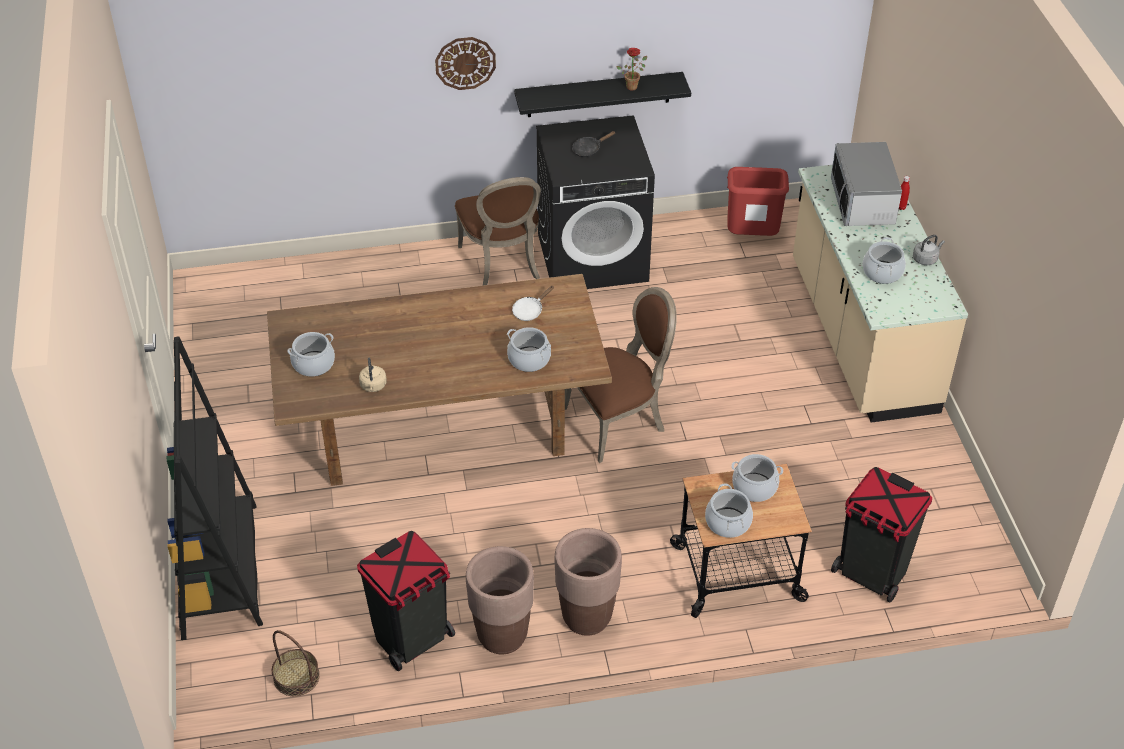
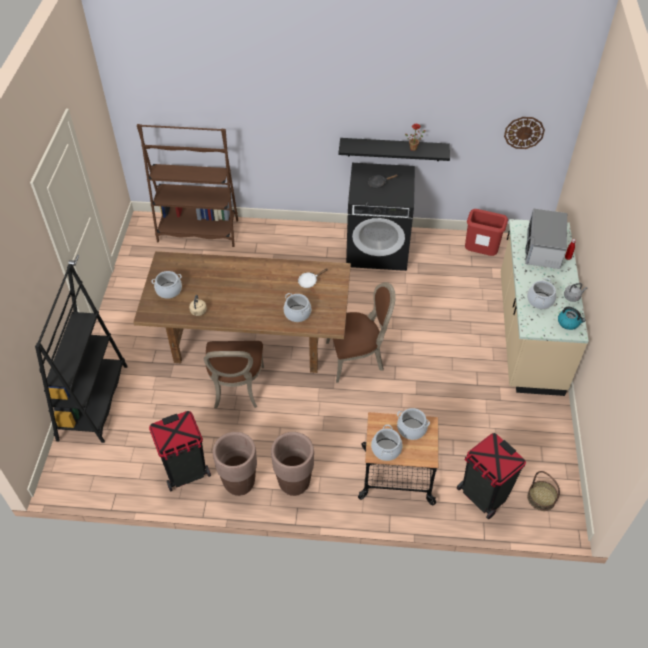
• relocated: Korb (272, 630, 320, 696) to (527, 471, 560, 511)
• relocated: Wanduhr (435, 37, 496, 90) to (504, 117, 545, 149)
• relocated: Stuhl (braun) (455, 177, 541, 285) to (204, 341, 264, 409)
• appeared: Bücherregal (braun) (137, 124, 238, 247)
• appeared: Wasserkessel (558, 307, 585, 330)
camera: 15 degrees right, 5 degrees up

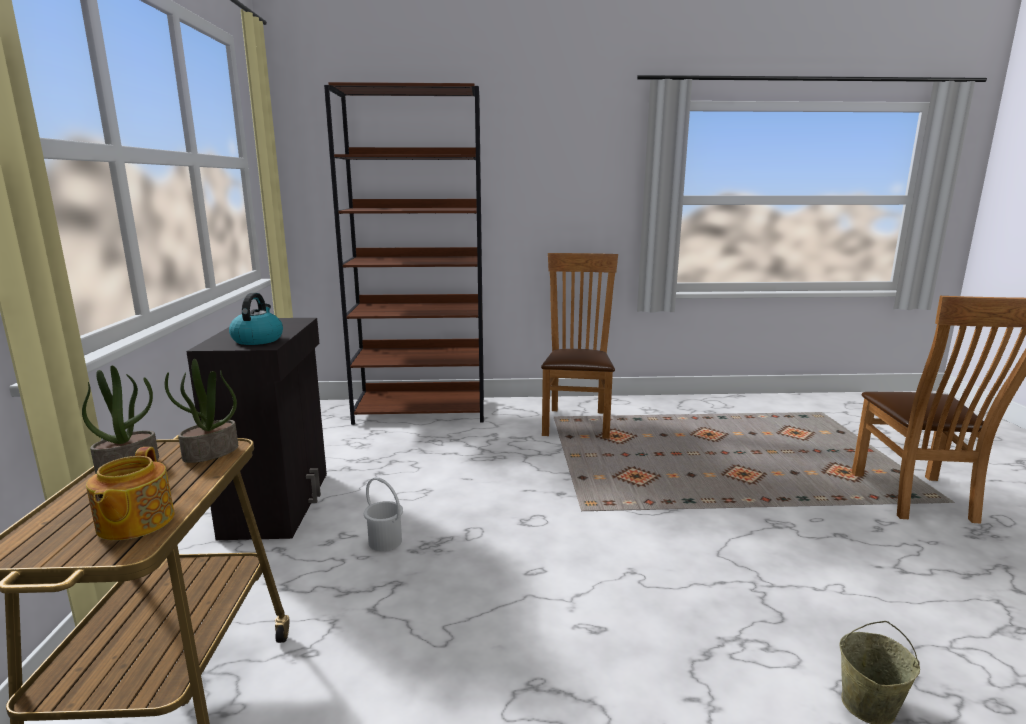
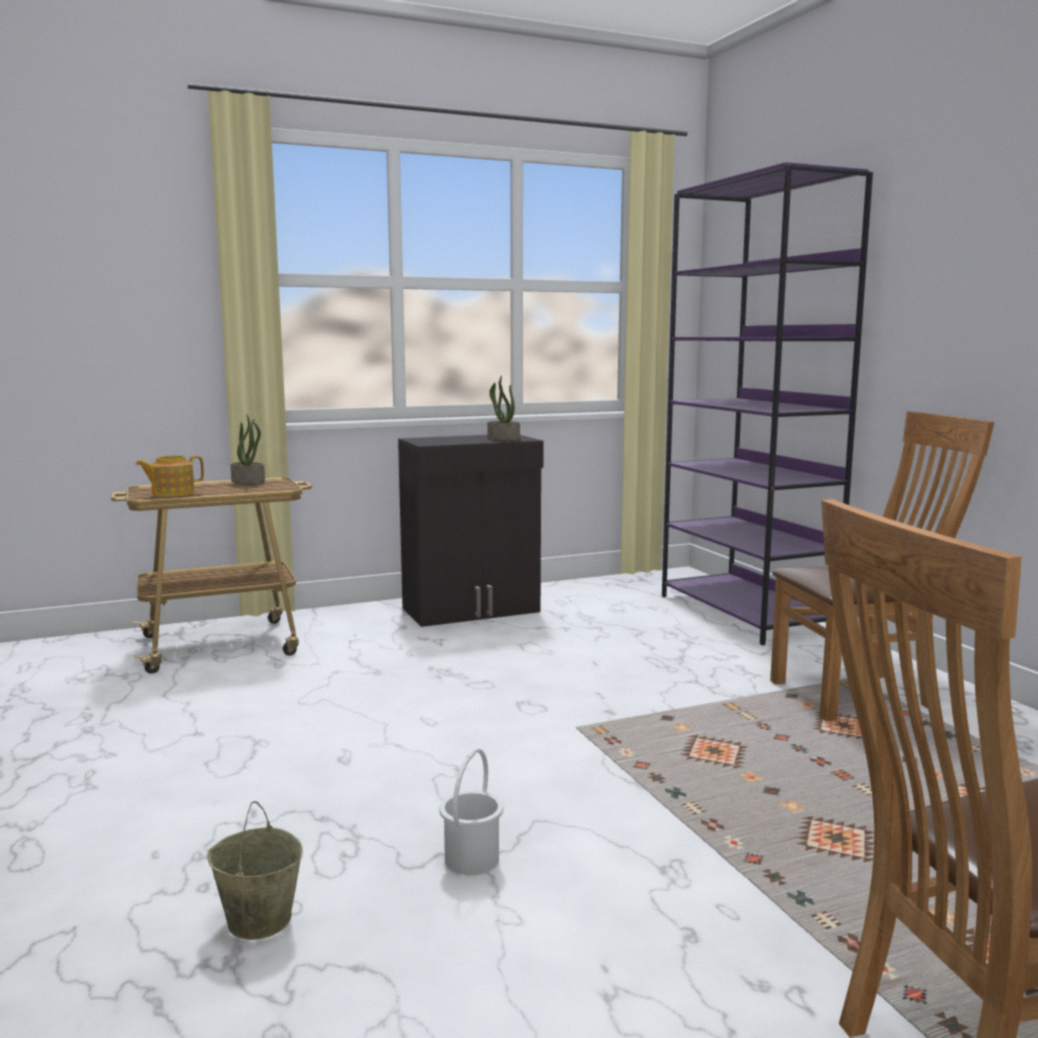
• relocated: Topfpflanze (165, 359, 239, 463) to (487, 376, 520, 440)
• missing: Wasserkessel (229, 293, 283, 345)
• colour: Bücherregal (braun) (324, 82, 484, 425) to Bücherregal (lila) (662, 162, 873, 645)
• relocated: Eimer (weiß) (364, 478, 403, 551) to (439, 748, 503, 876)
camera: 70 degrees right, 5 degrees down

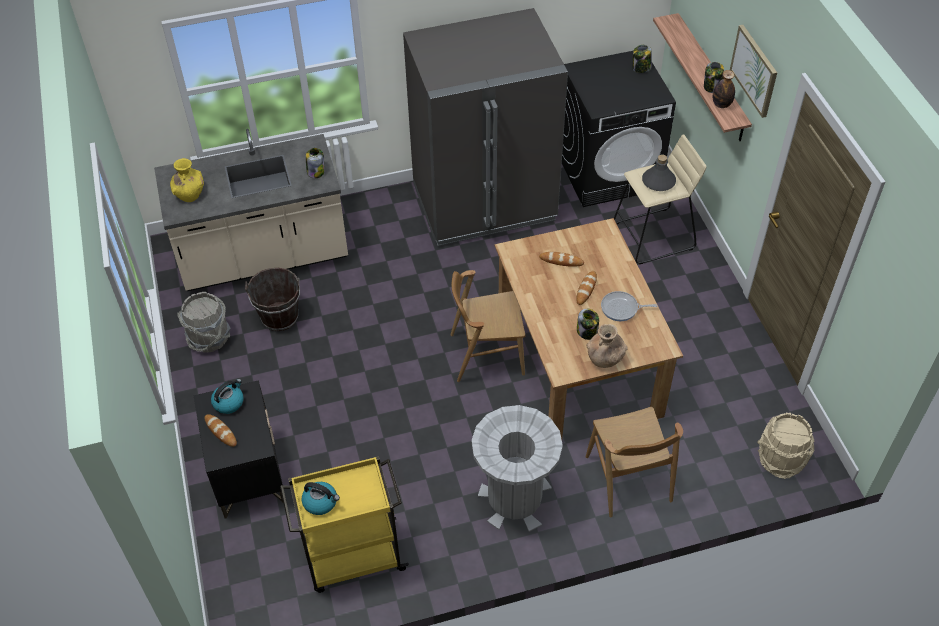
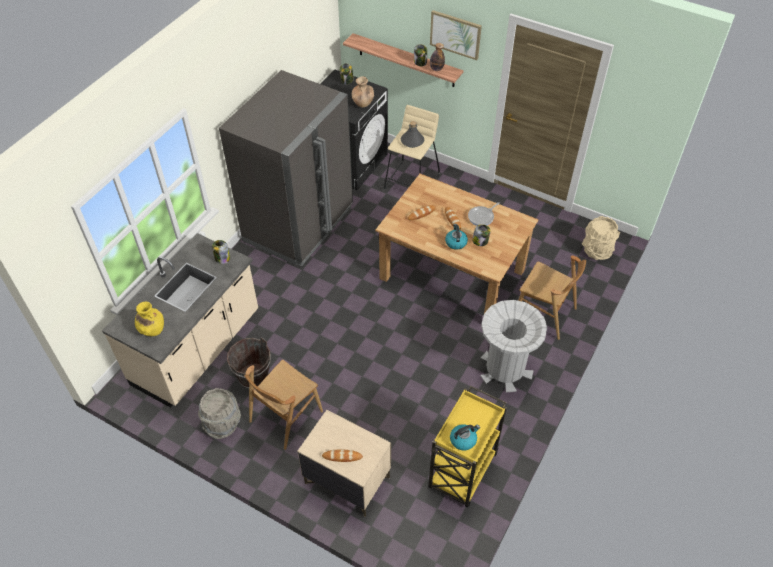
• colour: Nachttisch (schwarz) (194, 380, 283, 519) to Nachttisch (beige) (297, 410, 391, 517)
• relocated: Wasserkessel (211, 379, 244, 414) to (445, 224, 468, 250)
• relocated: Stuhl (braun) (450, 270, 525, 382) to (244, 360, 323, 450)
• relocated: Vase (braun) (587, 324, 628, 368) to (352, 76, 374, 108)
camera: 45 degrees left, 0 degrees up

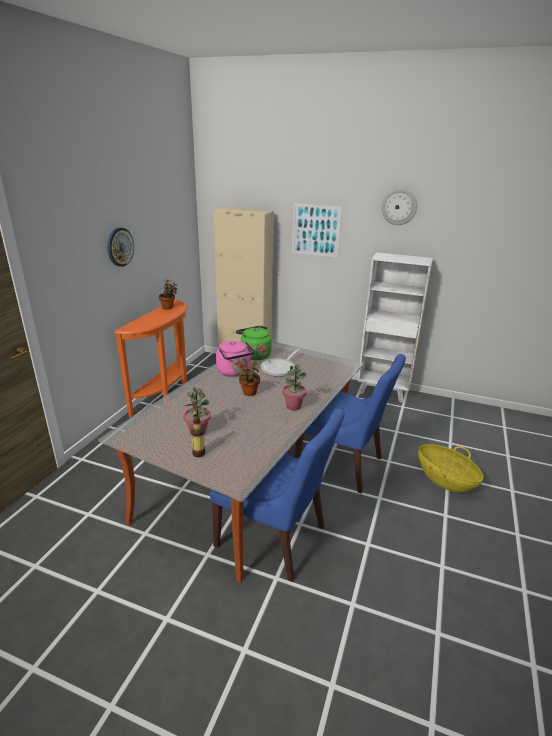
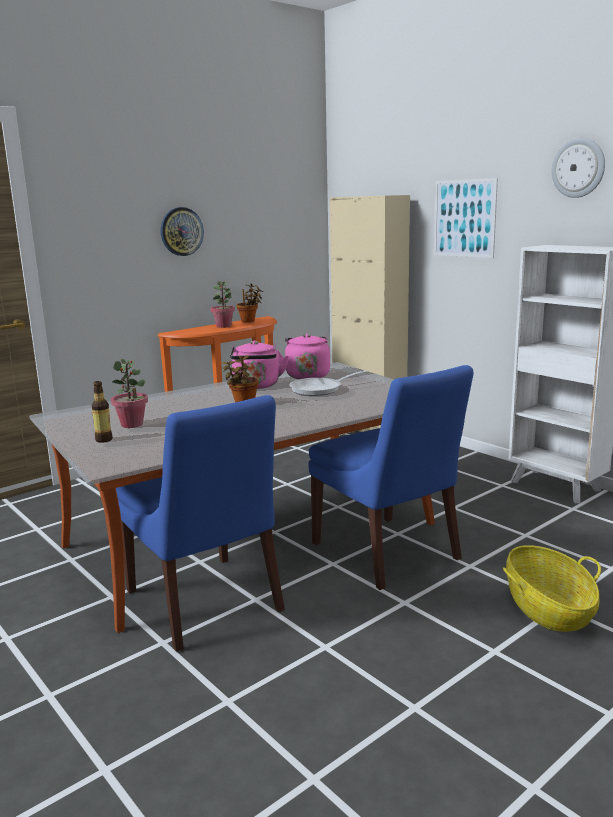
• colour: Wasserkessel (grün) (236, 326, 272, 360) to Wasserkessel (rosa) (276, 333, 330, 379)
• relocated: Topfpflanze (282, 364, 308, 411) to (211, 281, 235, 328)
camera: 30 degrees right, 10 degrees down

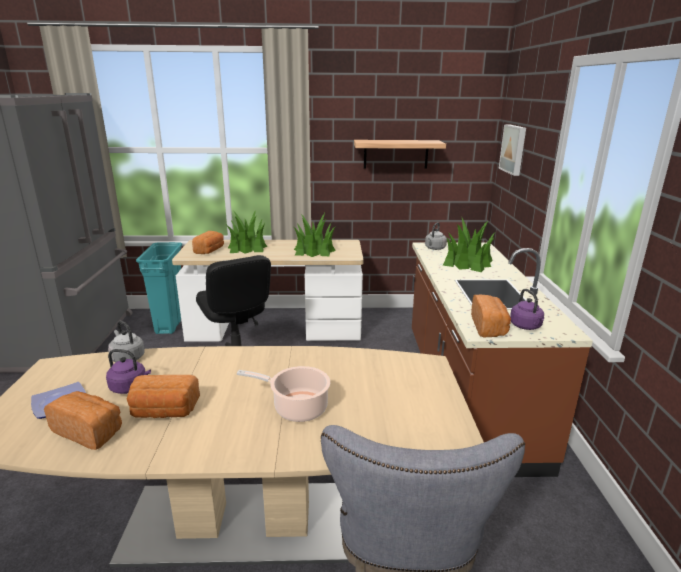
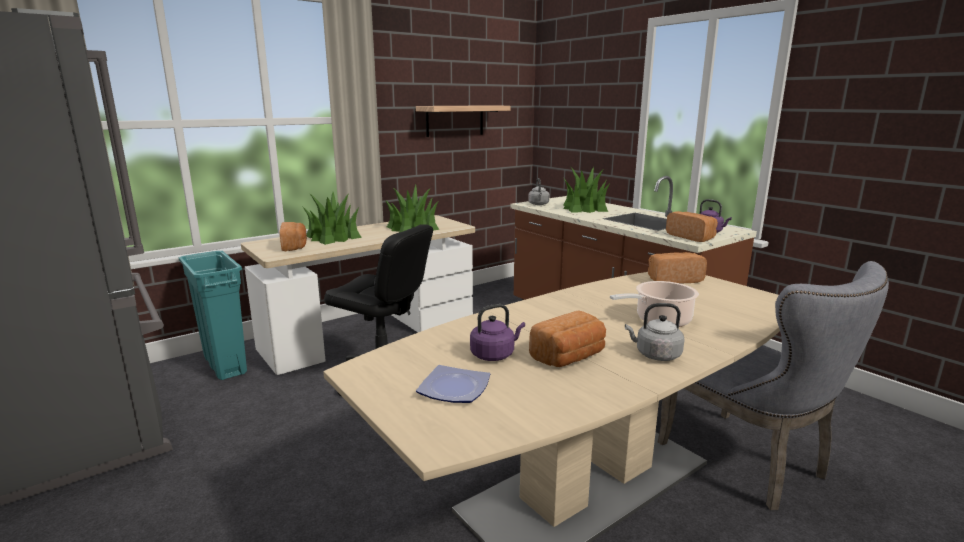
• relocated: Brot (44, 391, 122, 450) to (648, 252, 707, 284)
• relocated: Wasserkessel (grau) (108, 321, 145, 362) to (625, 303, 684, 361)
• missing: Bild (499, 124, 526, 176)
camera: 35 degrees left, 5 degrees down

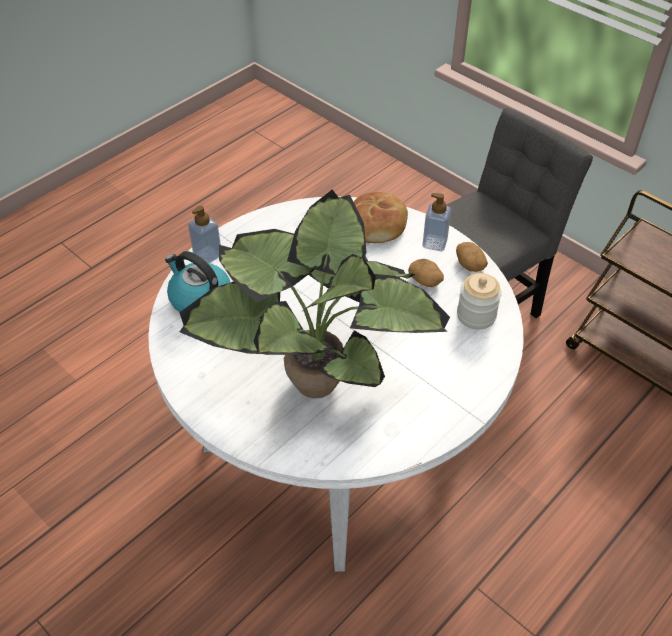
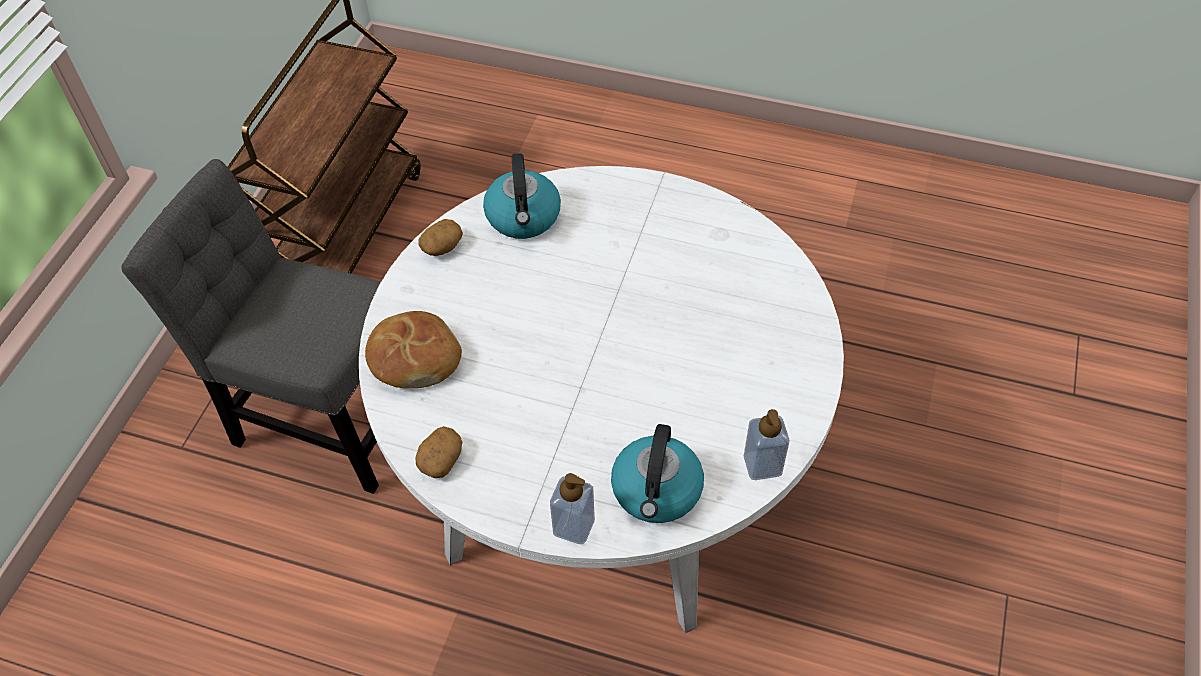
• missing: Topfpflanze (179, 190, 450, 399)
• relocated: Kartoffel (408, 259, 444, 287) to (415, 426, 462, 478)
• relocated: Seifenspender (423, 193, 451, 251) to (744, 409, 790, 480)
• exchanged: Vorratsglas (457, 273, 502, 330) to Wasserkessel (483, 153, 561, 239)
camera: 115 degrees left, 5 degrees up

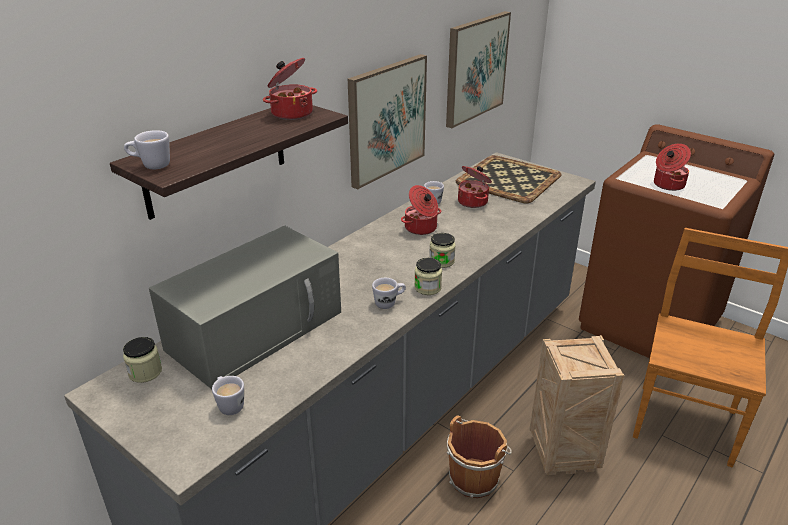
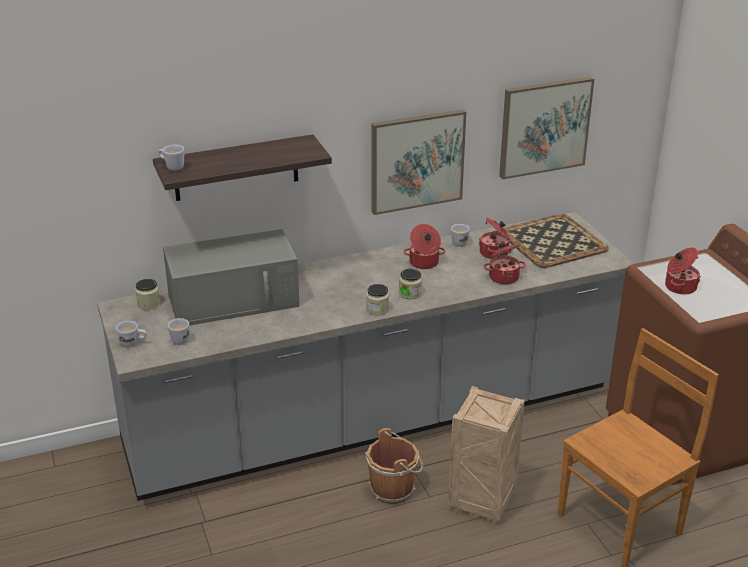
• relocated: Kochtopf (263, 58, 317, 120) to (484, 243, 526, 284)
• relocated: Henkelbecher (weiß) (372, 278, 406, 309) to (116, 321, 147, 347)
camera: 30 degrees right, 0 degrees up

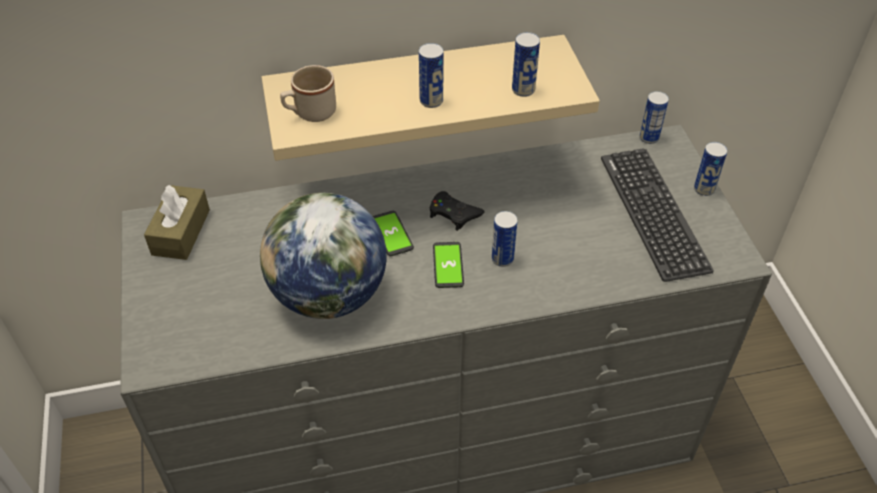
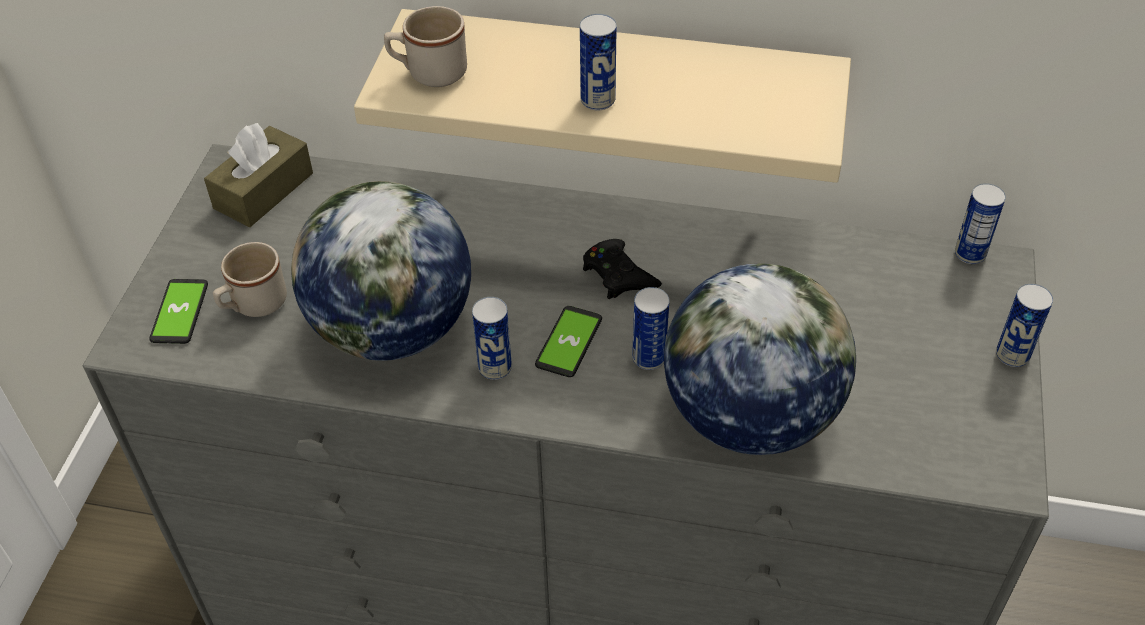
• relocated: Handy (373, 211, 414, 256) to (149, 279, 208, 344)
• relocated: Dose (512, 32, 540, 97) to (472, 297, 512, 380)
• missing: Tastatur (601, 149, 714, 282)
• appeared: Henkelbecher (beige) (213, 242, 287, 317)
• appeared: Globus (664, 263, 856, 455)
camera: 25 degrees right, 0 degrees up

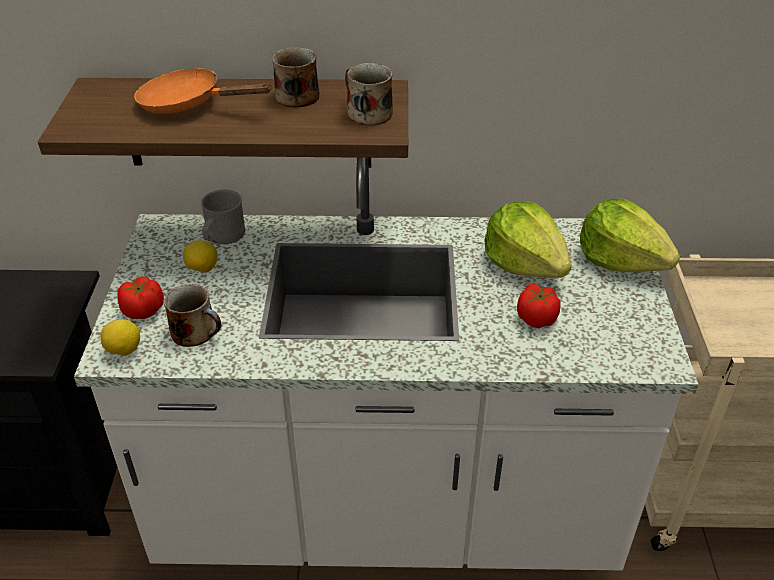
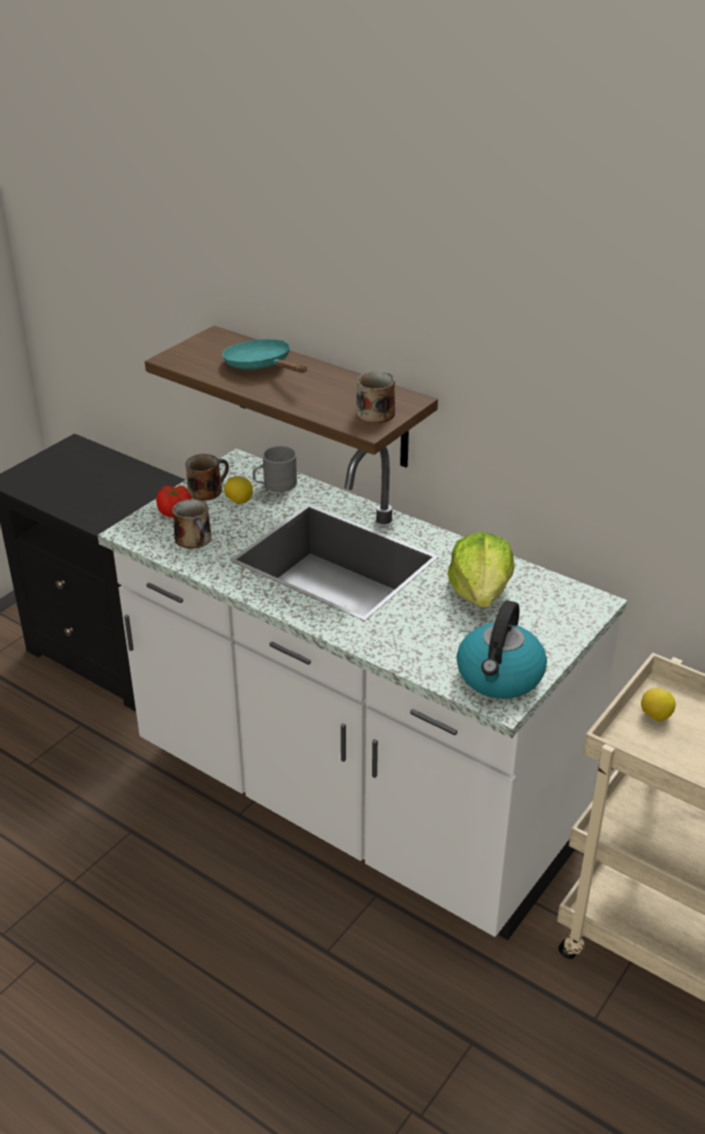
• relocated: Zitrone (101, 319, 140, 356) to (641, 688, 676, 721)
• colour: Pfanne (orange) (134, 68, 272, 114) to Pfanne (türkis) (222, 339, 307, 373)
• relocated: Henkelbecher (272, 47, 320, 107) to (185, 454, 229, 500)
• missing: Tomate (517, 283, 561, 328)
• missing: Salatkopf (580, 198, 680, 272)
• appeared: Wasserkessel (457, 600, 547, 699)
camera: 35 degrees right, 5 degrees down

